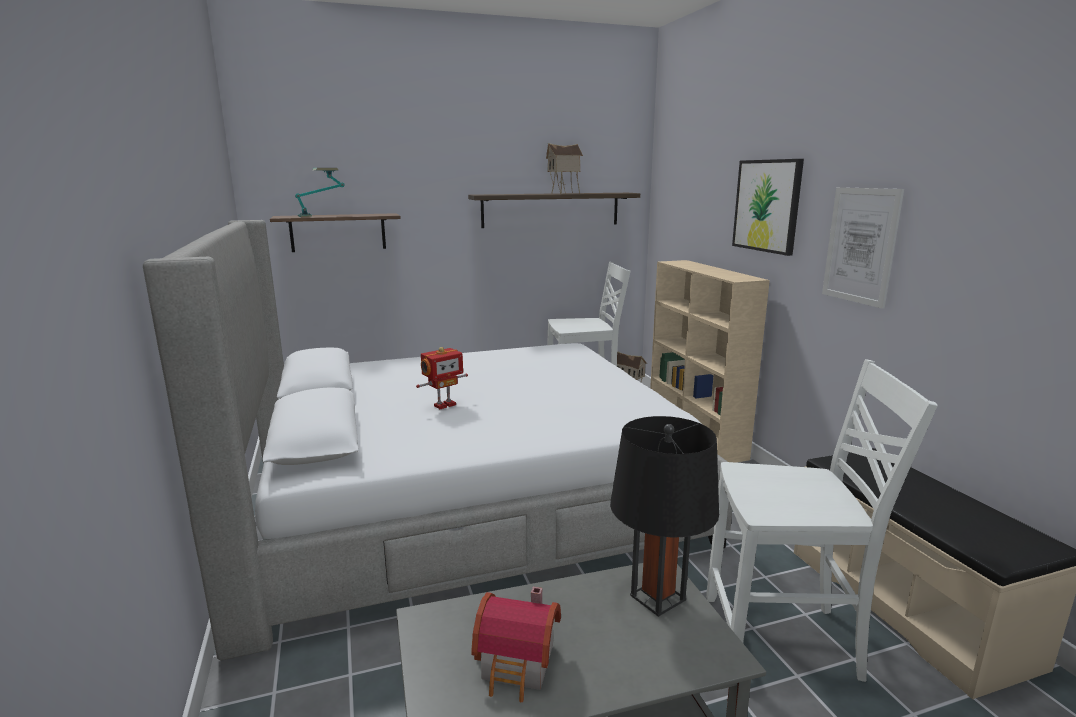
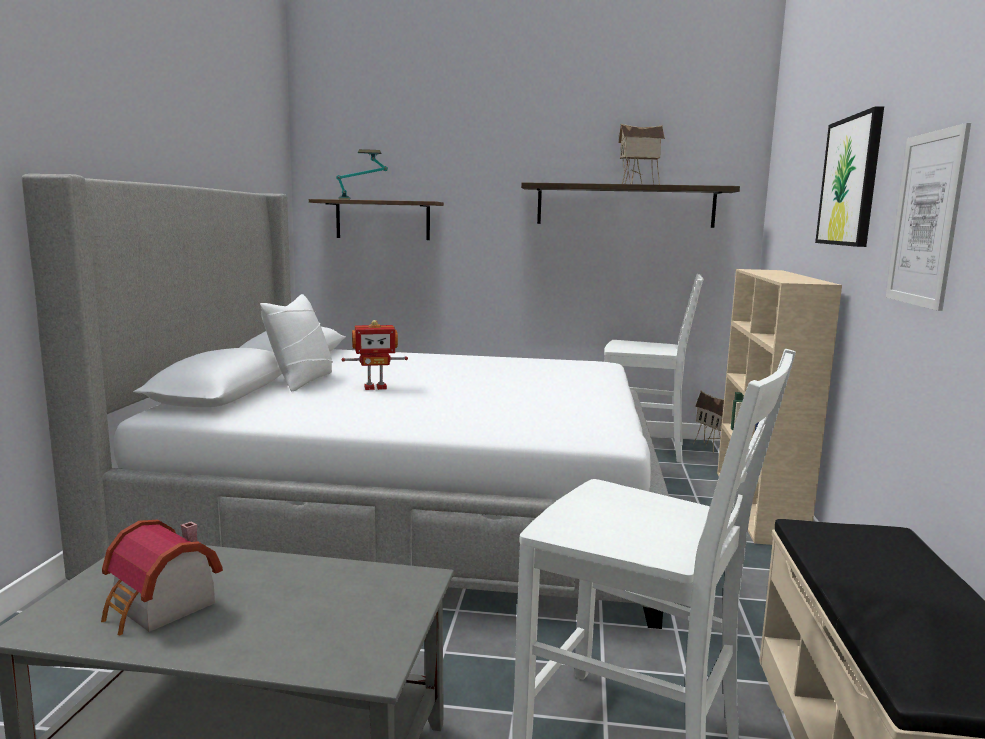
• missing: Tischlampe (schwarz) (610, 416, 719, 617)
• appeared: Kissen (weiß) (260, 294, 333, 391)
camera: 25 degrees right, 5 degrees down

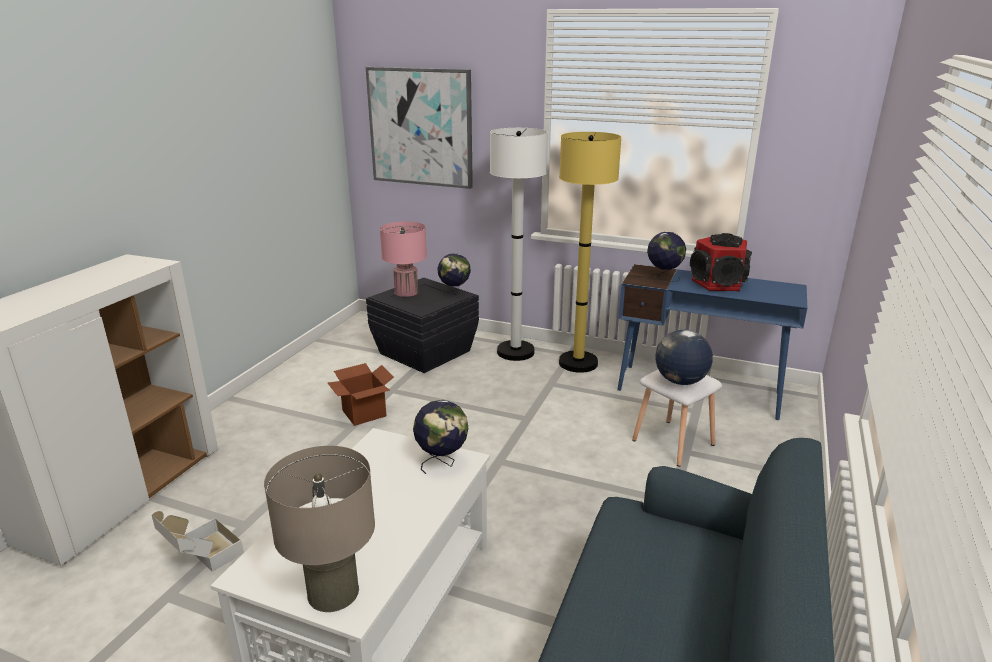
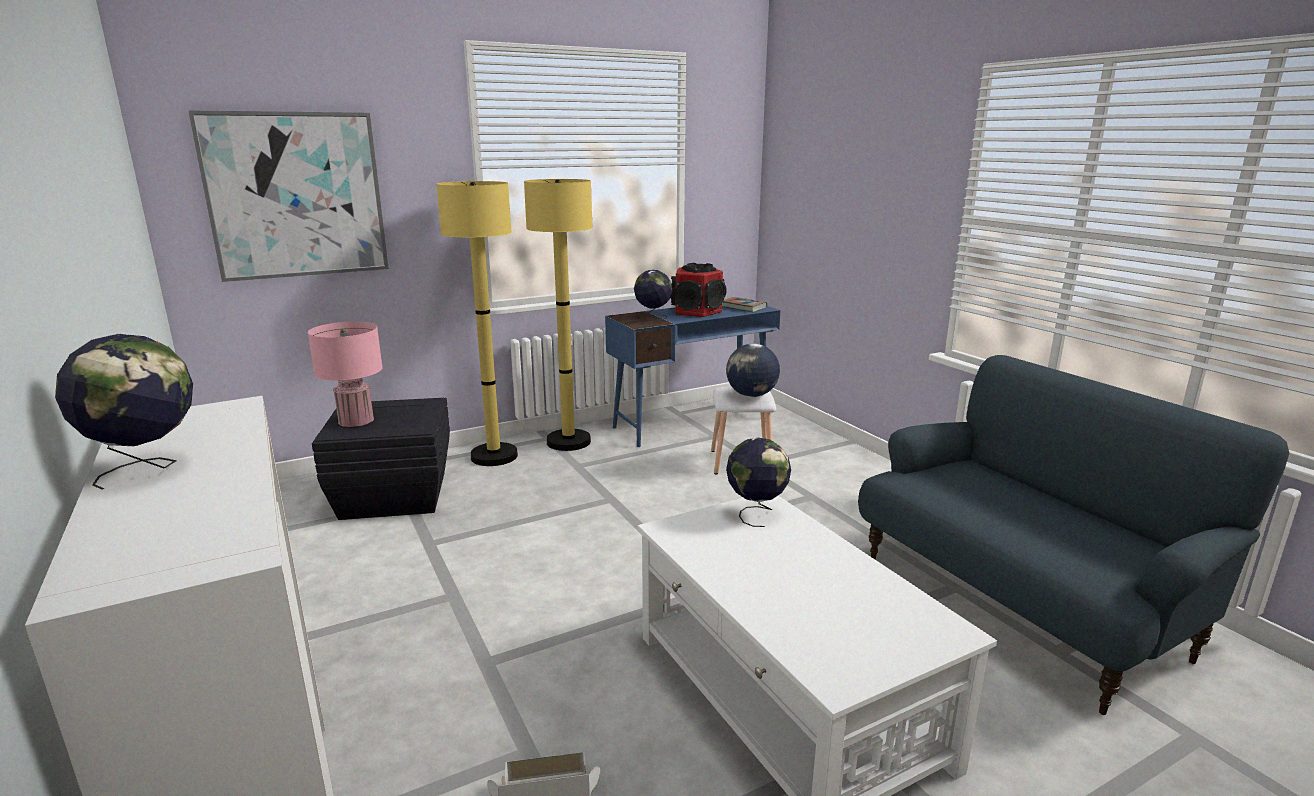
• missing: Tischlampe (beige) (264, 446, 375, 612)
• missing: Karton (327, 363, 394, 426)
• relocated: Globus (437, 253, 471, 296) to (55, 334, 193, 489)
• colour: Stehlampe (weiß) (490, 128, 548, 361) to Stehlampe (gelb) (436, 181, 518, 466)
• appeared: Buch (722, 297, 767, 312)
camera: 50 degrees left, 5 degrees down

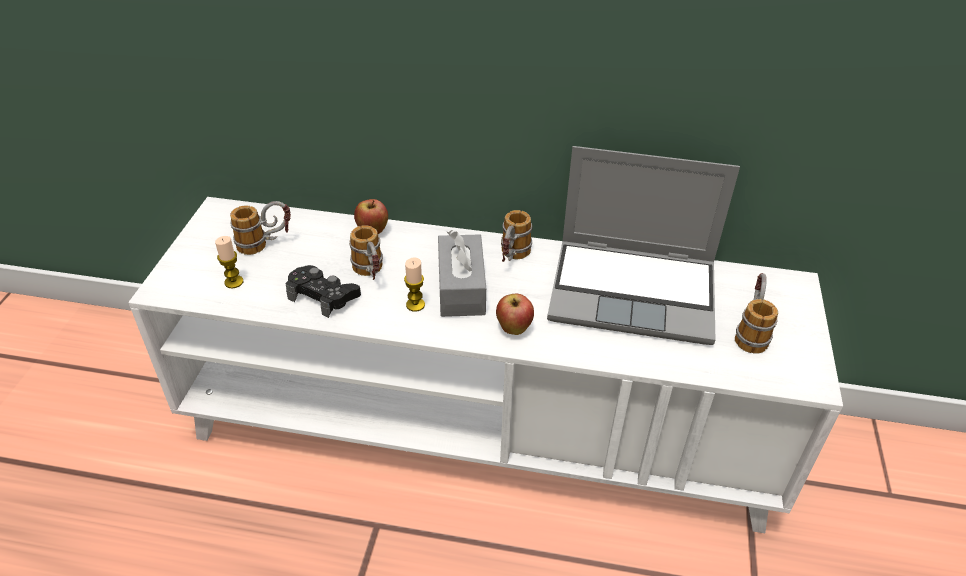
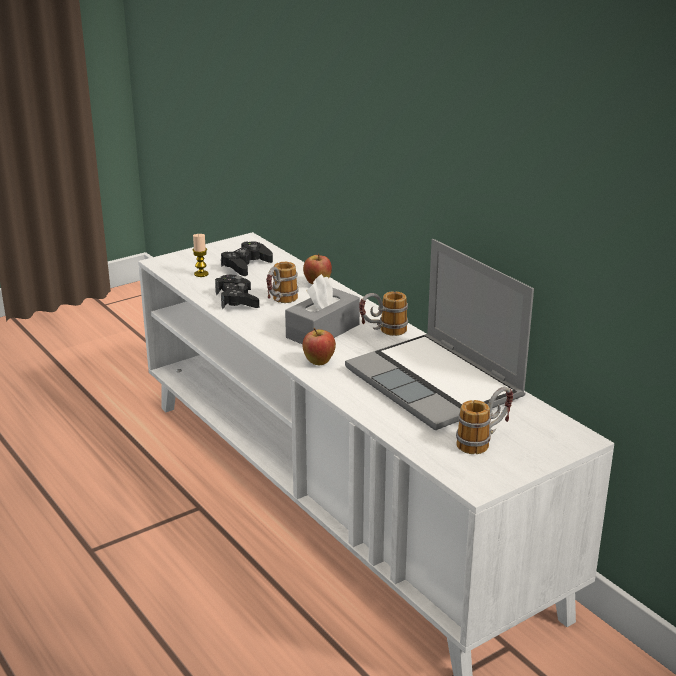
• exchanged: Henkelbecher (230, 201, 291, 255) to Gamepad (schwarz) (221, 241, 273, 276)
• missing: Kerze (404, 257, 425, 312)
camera: 45 degrees right, 15 degrees down

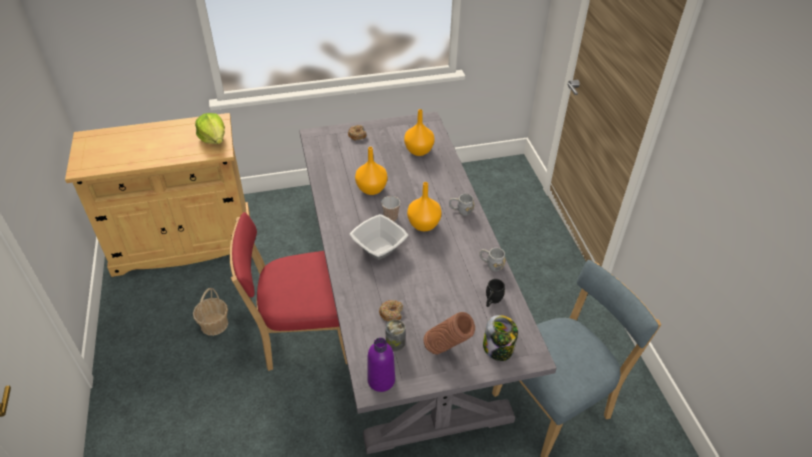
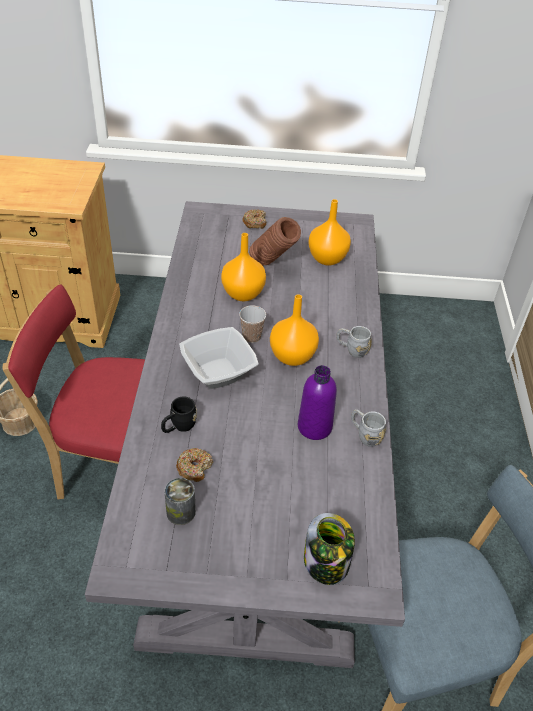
• missing: Salatkopf (195, 113, 225, 144)
• relocated: Flasche (lila) (367, 337, 395, 392) to (298, 365, 337, 440)
• relocated: Vase (braun) (423, 312, 475, 355) to (249, 217, 301, 266)
• relocated: Henkelbecher (schwarz) (486, 279, 505, 307) to (161, 397, 197, 433)
camera: 15 degrees right, 0 degrees up

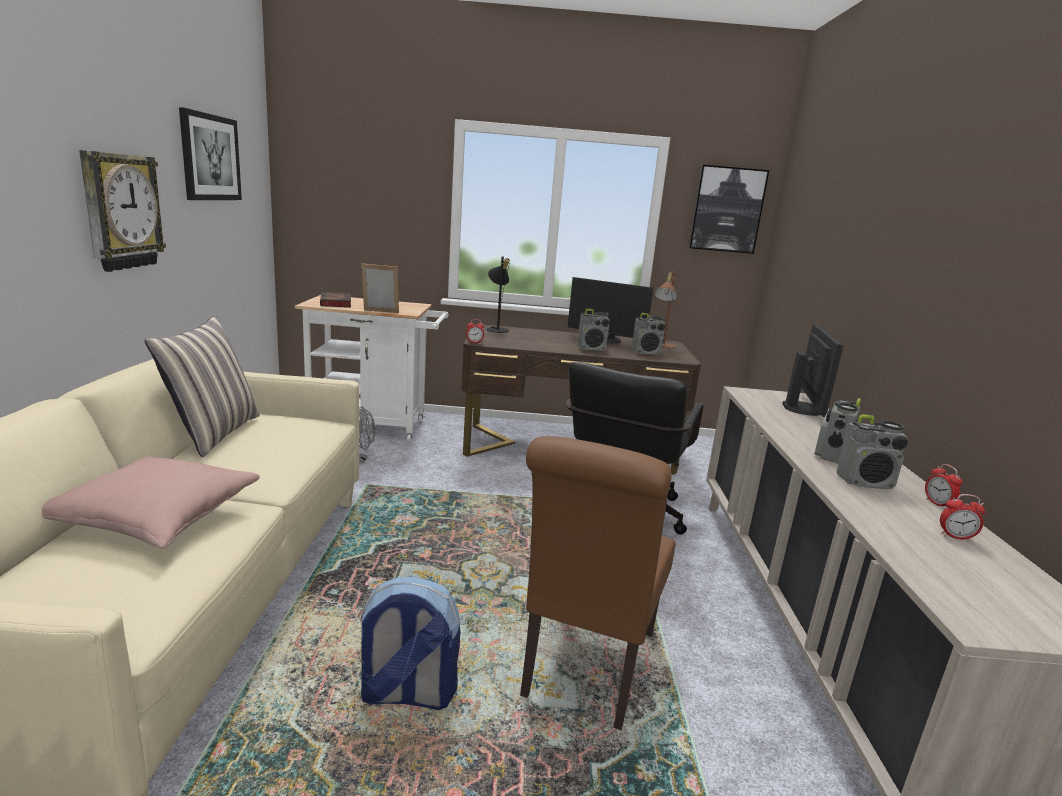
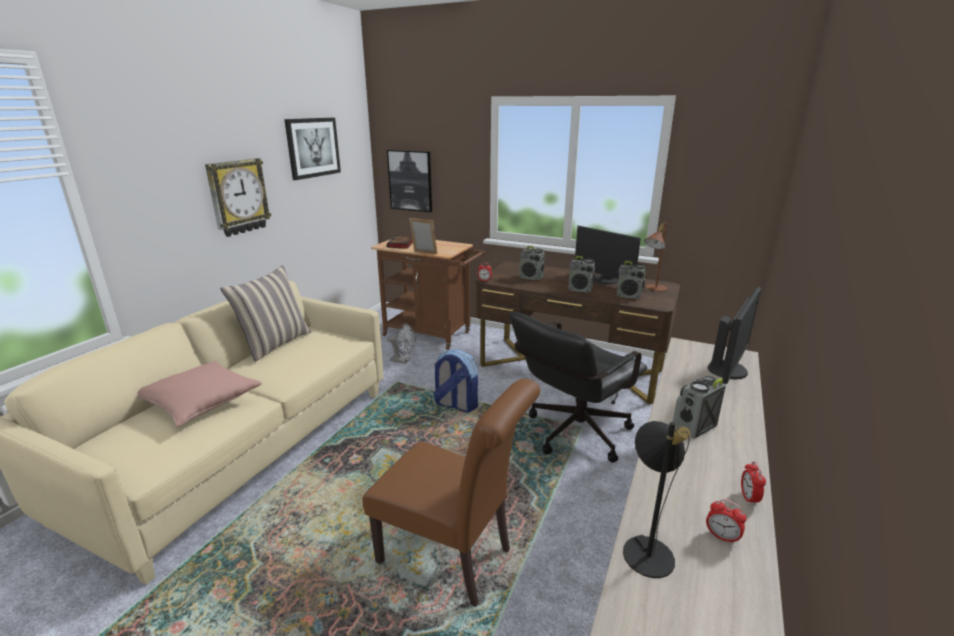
• colour: Rollwagen (weiß) (295, 295, 448, 442) to Rollwagen (braun) (371, 239, 485, 350)
• relocated: Rucksack (358, 576, 461, 710) to (433, 349, 478, 413)
• relocated: Tischlampe (schwarz) (487, 257, 510, 333) to (623, 421, 691, 578)
• spun: Stuhl (braun) (520, 436, 676, 730) = (362, 379, 540, 607) 105 degrees counterclockwise
• relocated: Bild (689, 165, 769, 254) to (387, 150, 432, 212)
• relocated: Radio (836, 415, 908, 490) to (519, 246, 545, 280)
camera: 25 degrees right, 5 degrees up

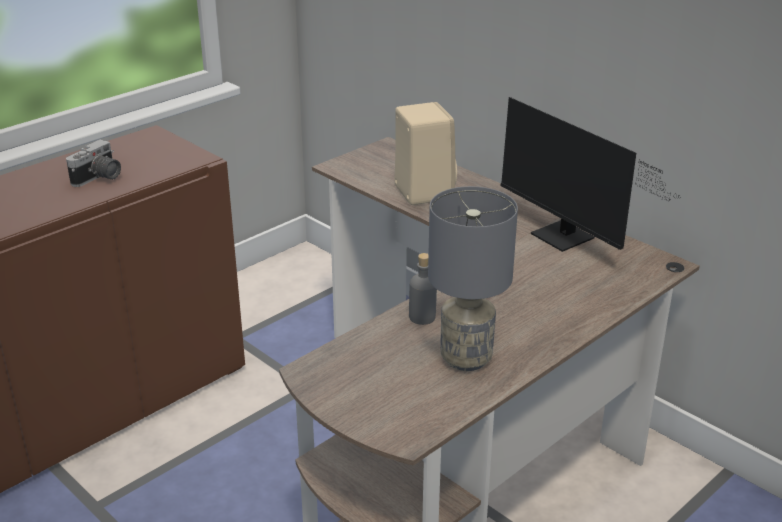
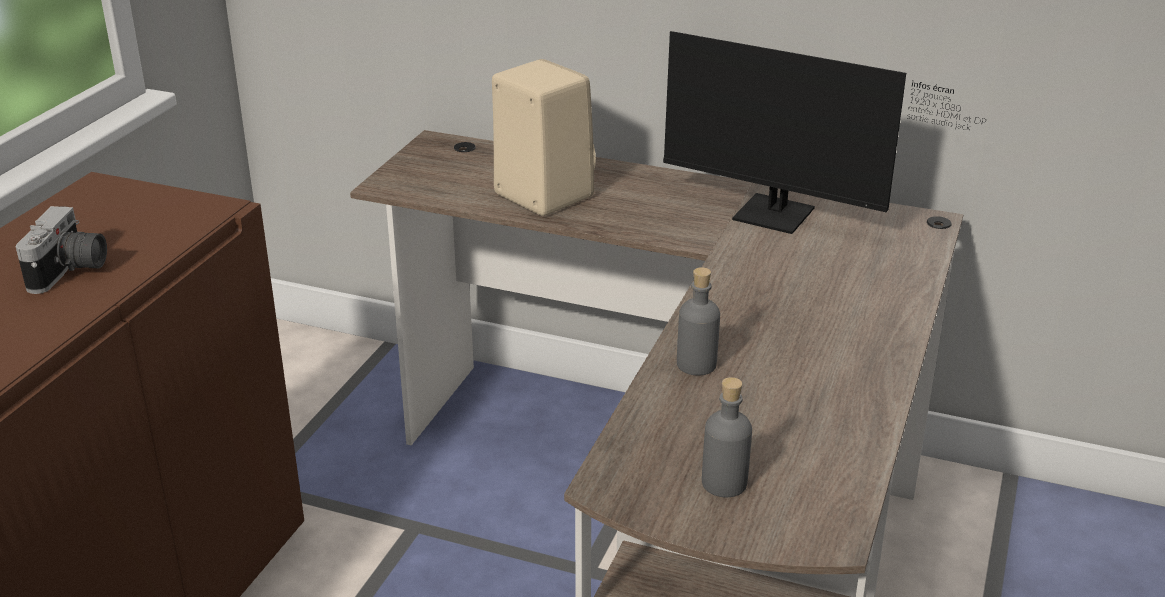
• missing: Tischlampe (grau) (428, 186, 518, 371)
• appeared: Flasche (grau) (702, 377, 752, 497)
camera: 25 degrees left, 0 degrees up

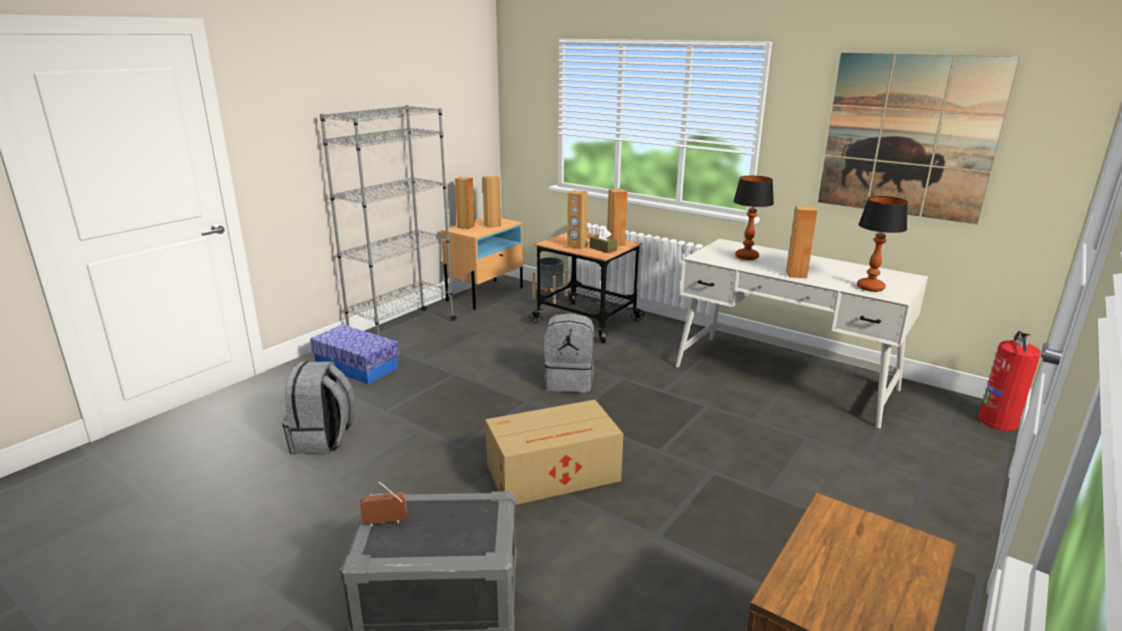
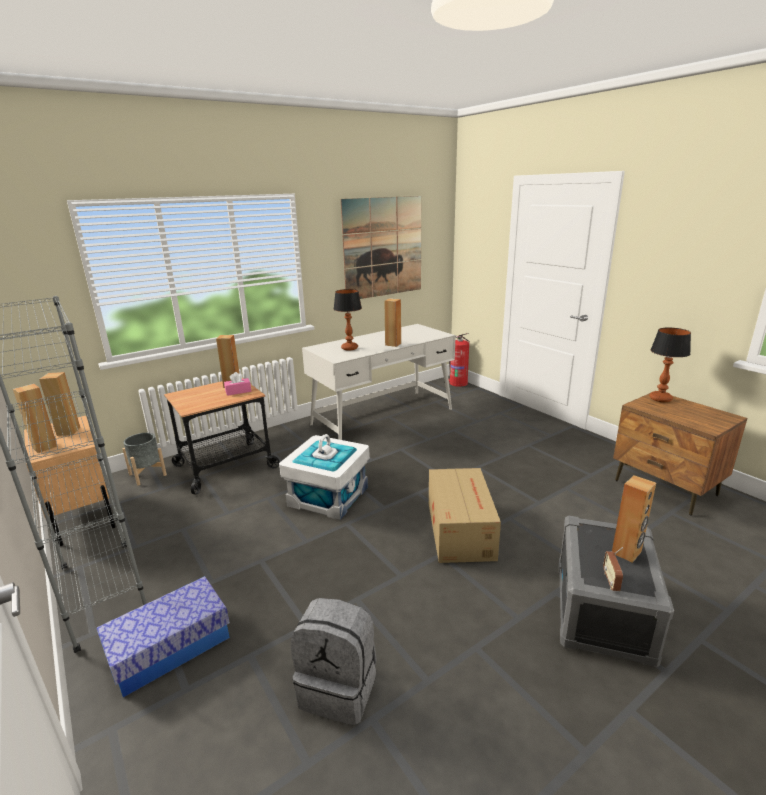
• exchanged: Rucksack (grau) (544, 313, 594, 393) to Aufbewahrungsbox (weiß) (279, 434, 370, 520)
• relocated: Lautsprecher (braun) (567, 190, 588, 249) to (612, 475, 656, 563)
• colour: Taschentuchbox (braun) (590, 228, 617, 253) to Taschentuchbox (rosa) (224, 372, 251, 396)
• relocated: Tischlampe (857, 196, 908, 292) to (649, 328, 691, 402)
camera: 70 degrees left, 0 degrees up

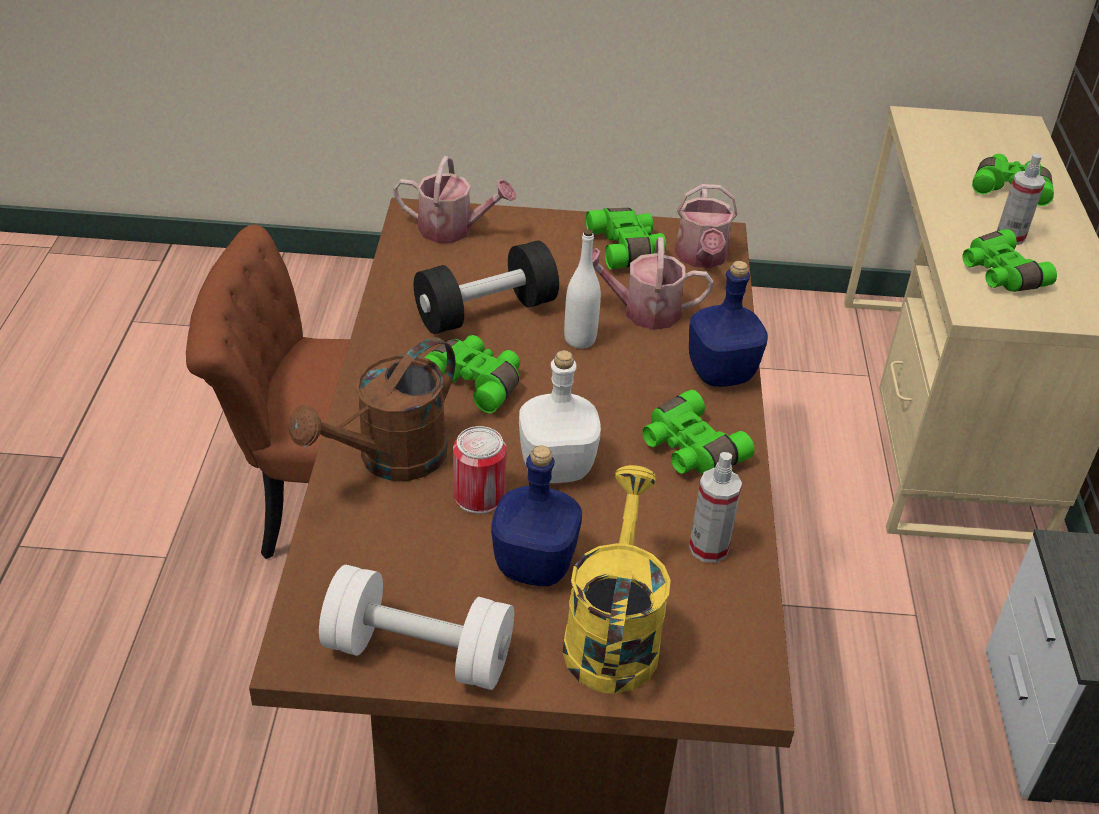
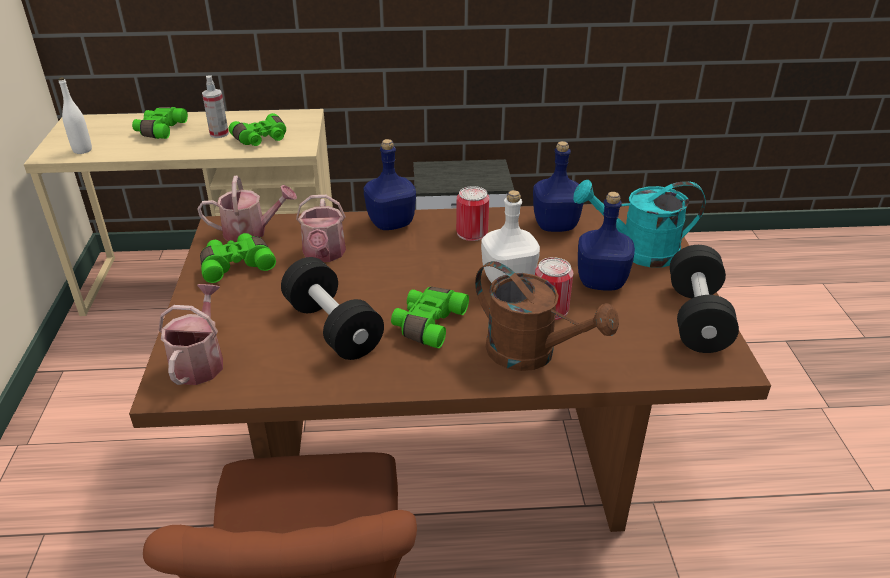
• colour: Hantel (weiß) (319, 565, 514, 690) to Hantel (schwarz) (670, 245, 739, 353)
• colour: Gießkanne (gelb) (563, 465, 671, 694) to Gießkanne (türkis) (573, 180, 706, 268)
• relocated: Flasche (weiß) (564, 229, 601, 349) to (59, 77, 92, 154)
• exchanged: Fernglas (grün) (642, 390, 755, 474) to Dose (456, 186, 489, 241)
• exchanged: Sprühflasche (689, 452, 742, 563) to Flasche (blau) (533, 141, 584, 232)
camera: 95 degrees left, 5 degrees down

